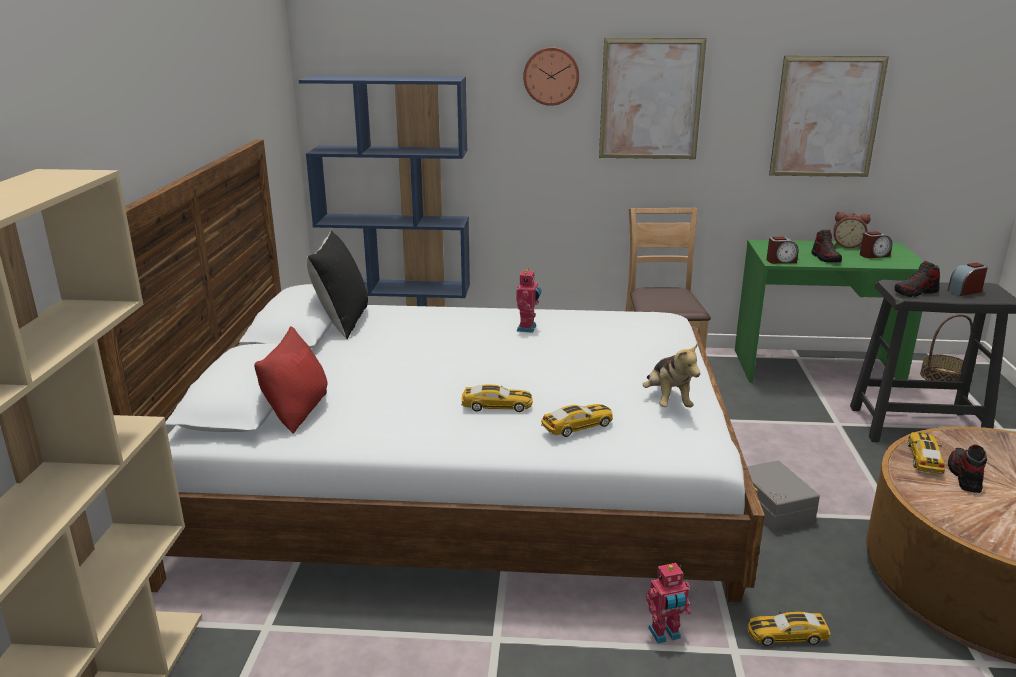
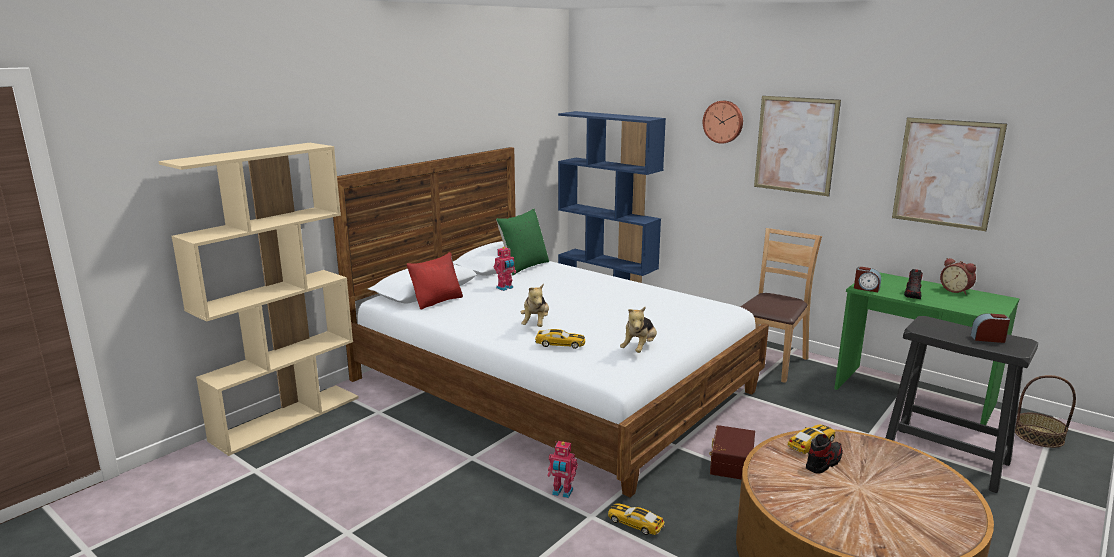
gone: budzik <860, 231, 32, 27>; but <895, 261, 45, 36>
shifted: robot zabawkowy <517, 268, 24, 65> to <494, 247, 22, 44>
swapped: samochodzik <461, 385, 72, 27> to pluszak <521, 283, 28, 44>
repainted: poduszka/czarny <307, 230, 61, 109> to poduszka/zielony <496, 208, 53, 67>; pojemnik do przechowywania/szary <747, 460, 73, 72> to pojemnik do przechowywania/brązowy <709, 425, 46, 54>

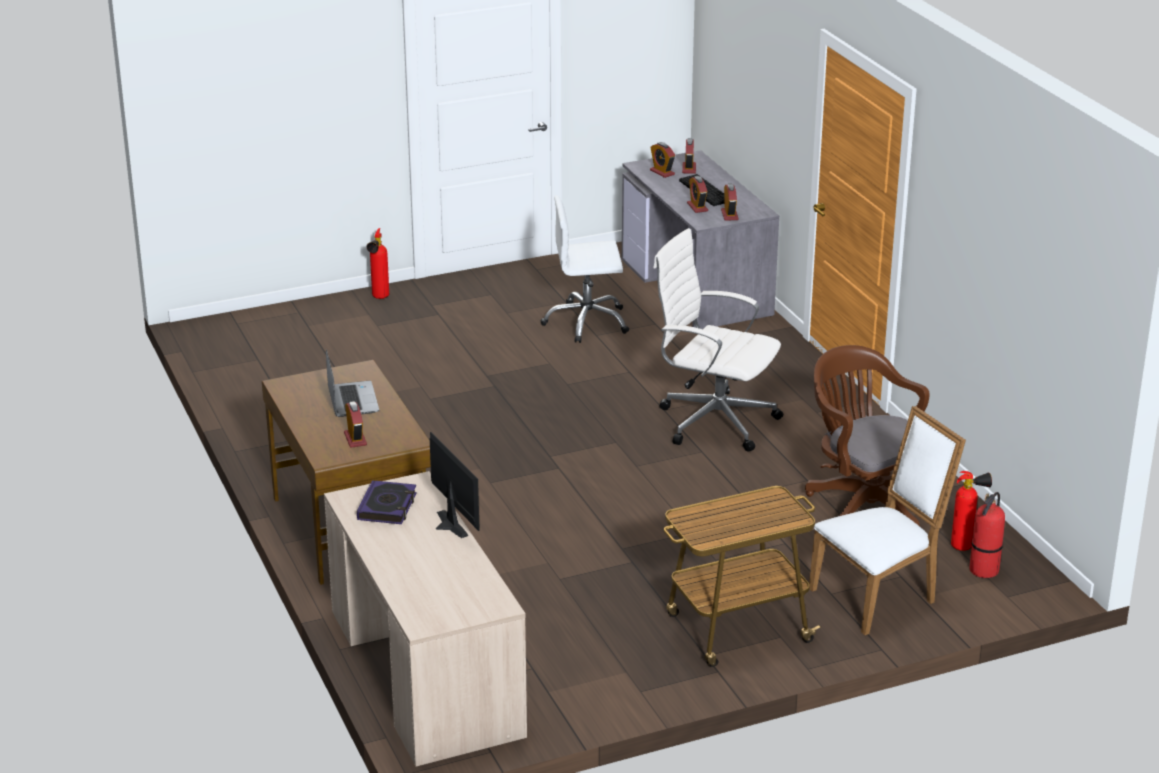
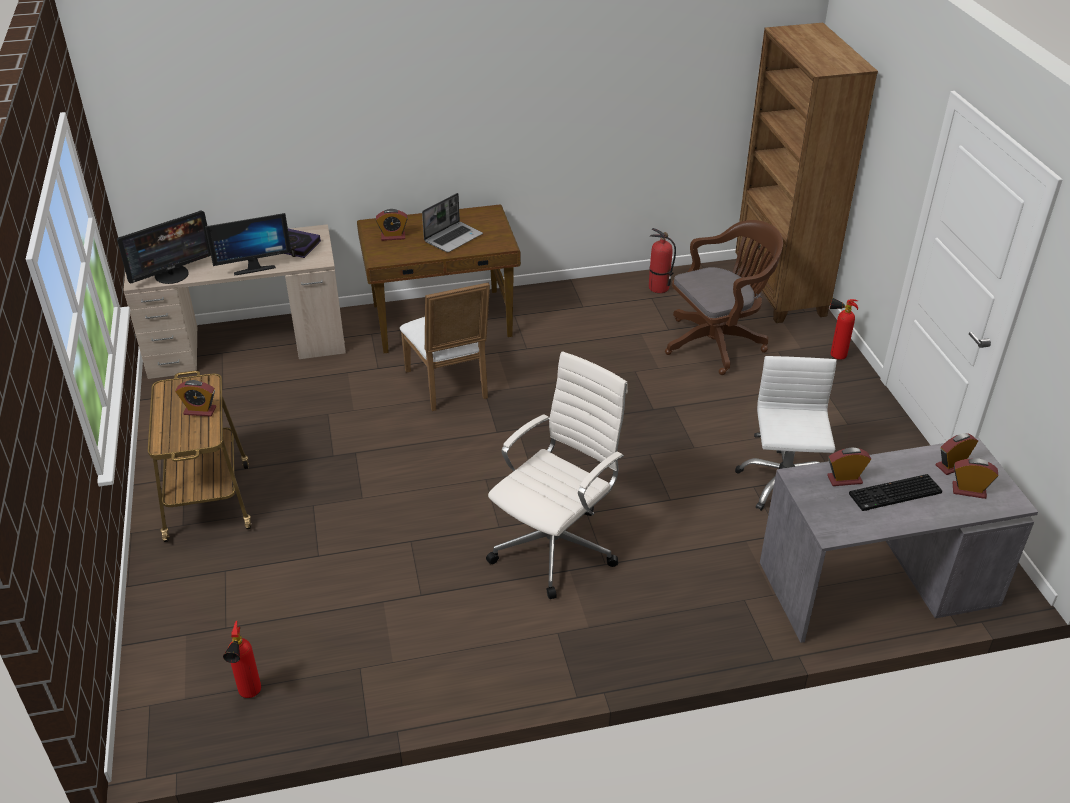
new: monitor <117, 210, 94, 74>; regał/brązowy <735, 23, 143, 300>
shifted: budzik <721, 183, 18, 38> to <175, 380, 41, 37>; krzesło biurowe/brązowy <805, 345, 125, 181> to <665, 220, 118, 155>; krzesło/biały <809, 406, 157, 229> to <400, 282, 90, 129>; gaśnica <969, 492, 36, 86> to <649, 228, 27, 65>
rotated: laptop <326, 349, 53, 68> = <422, 193, 61, 59> 45 degrees counterclockwise

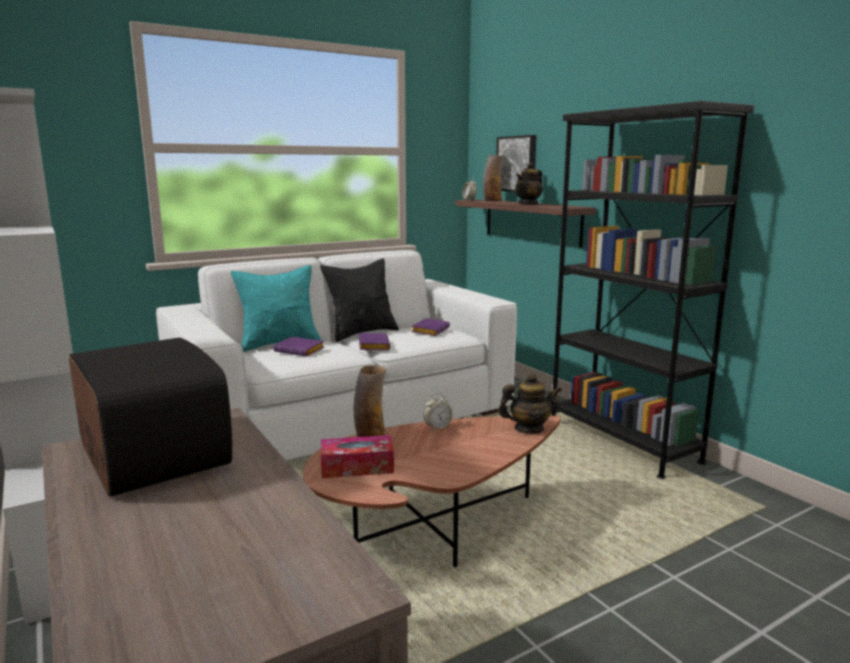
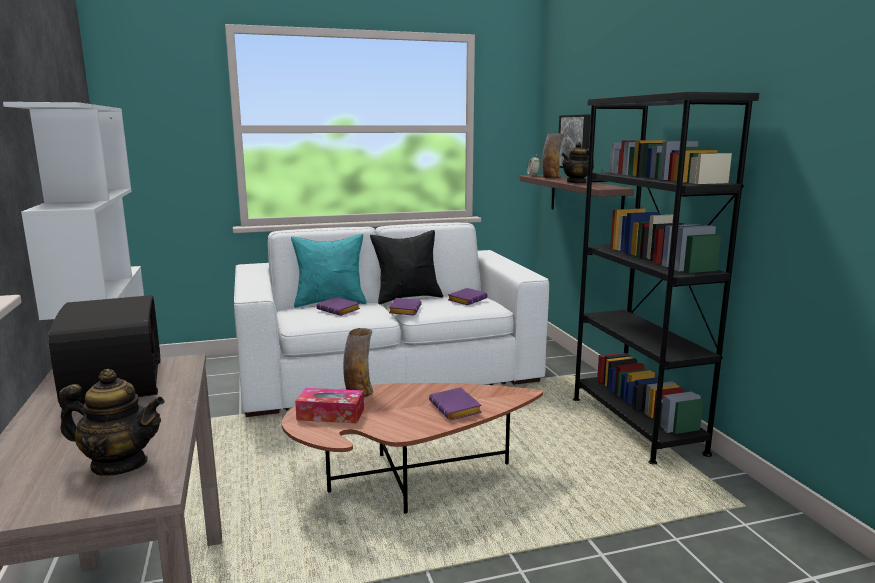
gone: budzik <423, 393, 30, 38>
new: książka/fioletowy <429, 387, 53, 34>
shifted: imbryk <498, 373, 64, 61> to <59, 369, 106, 107>

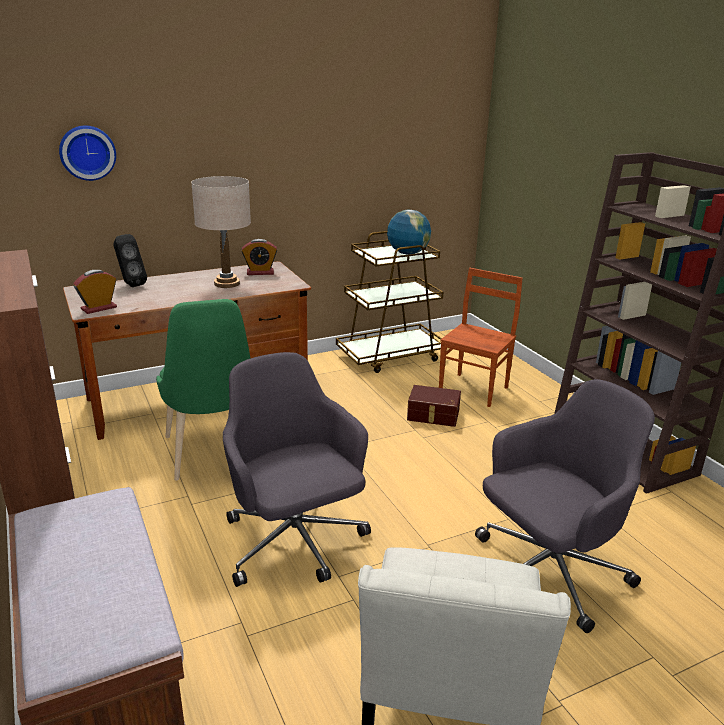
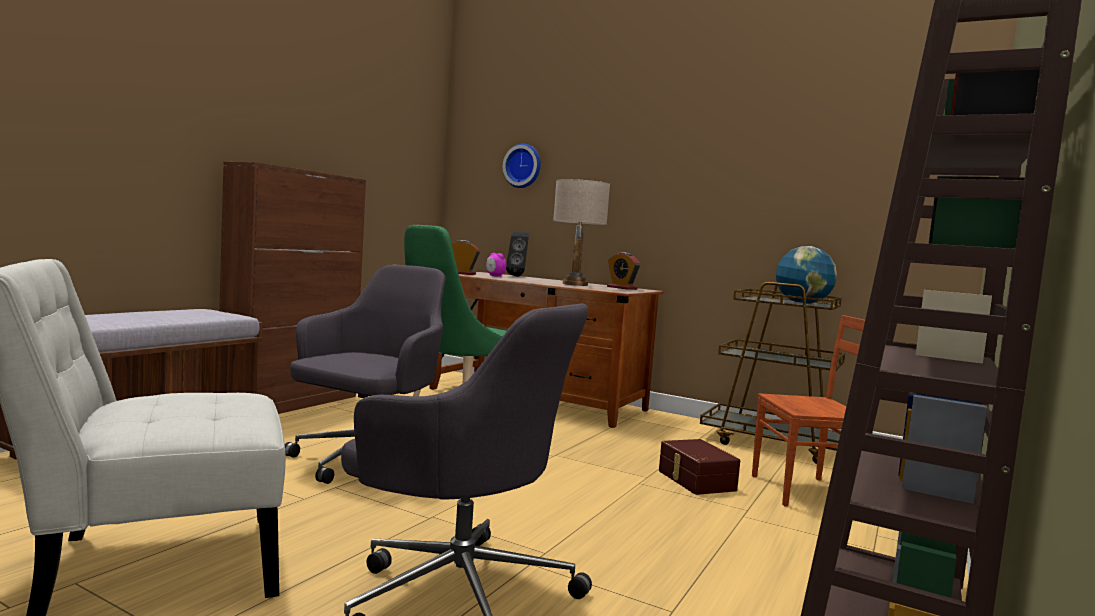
new: budzik <486, 253, 20, 24>

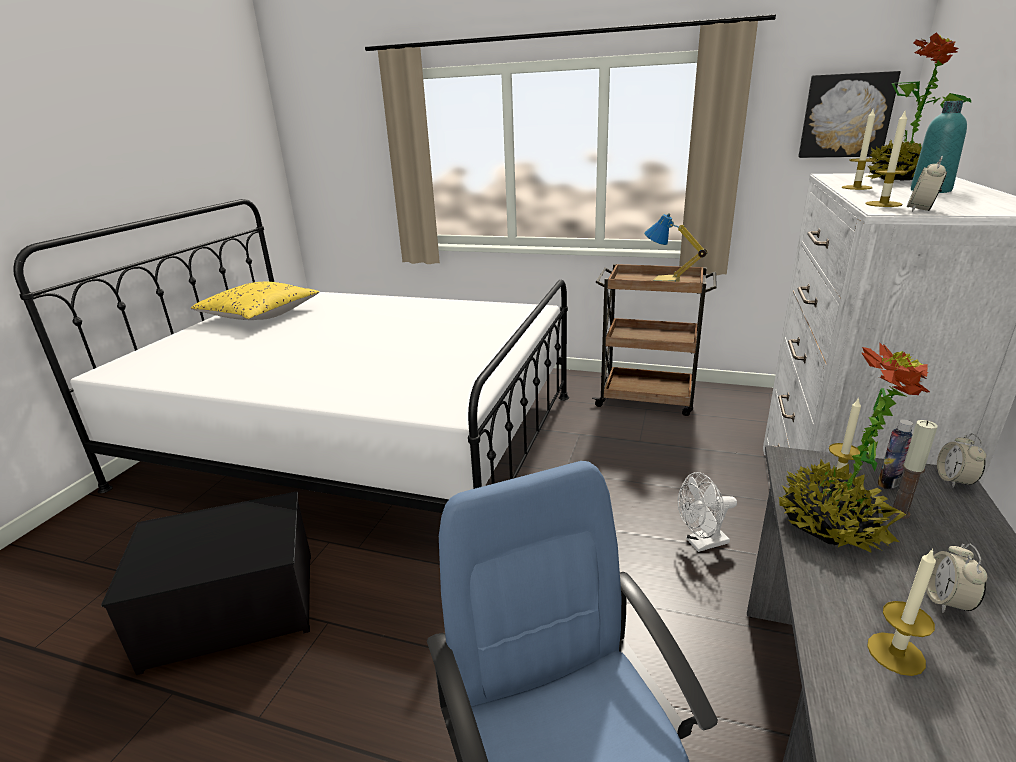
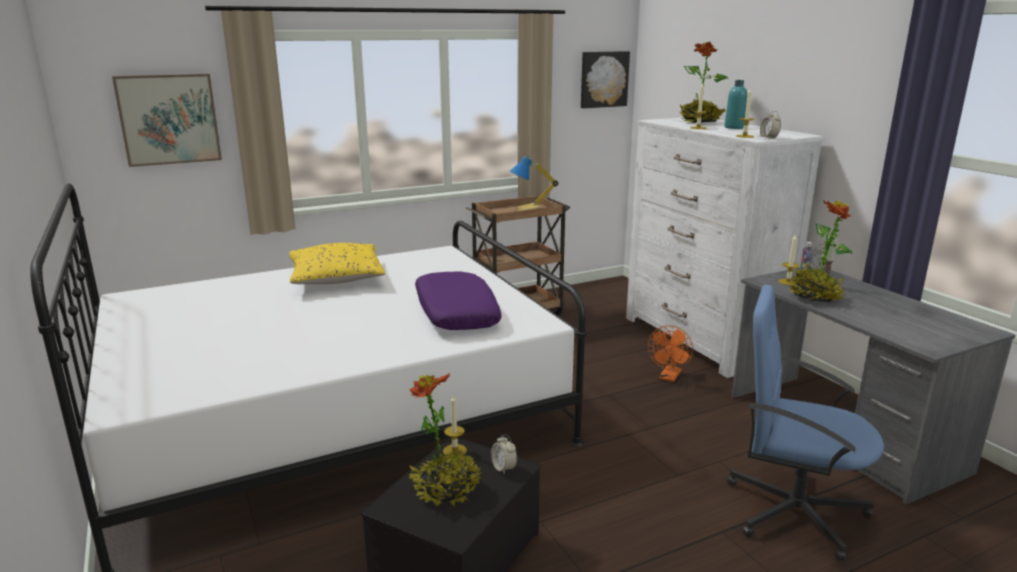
new: obraz <112, 74, 110, 93>; roślina doniczkowa <409, 373, 73, 133>; poduszka/fioletowy <415, 272, 87, 58>
shifted: poduszka/żółty <191, 282, 128, 38> to <289, 243, 96, 41>; świeca <867, 548, 69, 128> to <443, 395, 24, 60>; budzik <926, 544, 61, 69> to <491, 434, 26, 41>
repainted: wentylator/biały <678, 472, 59, 80> to wentylator/pomarańczowy <648, 325, 45, 57>

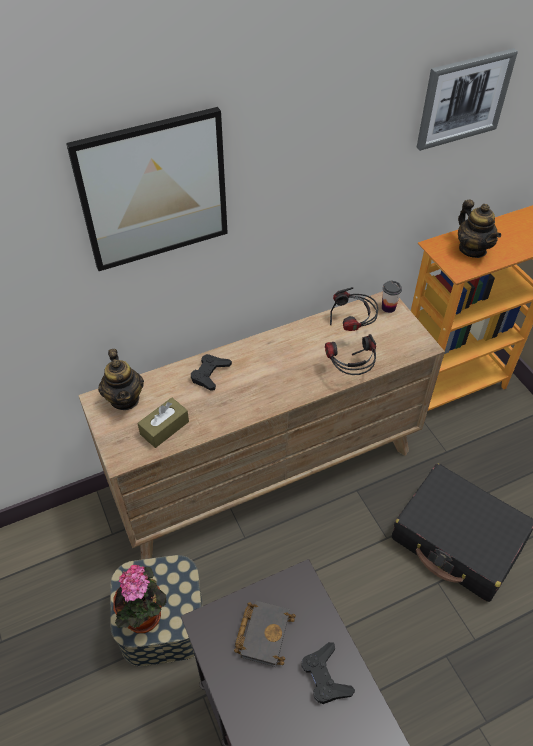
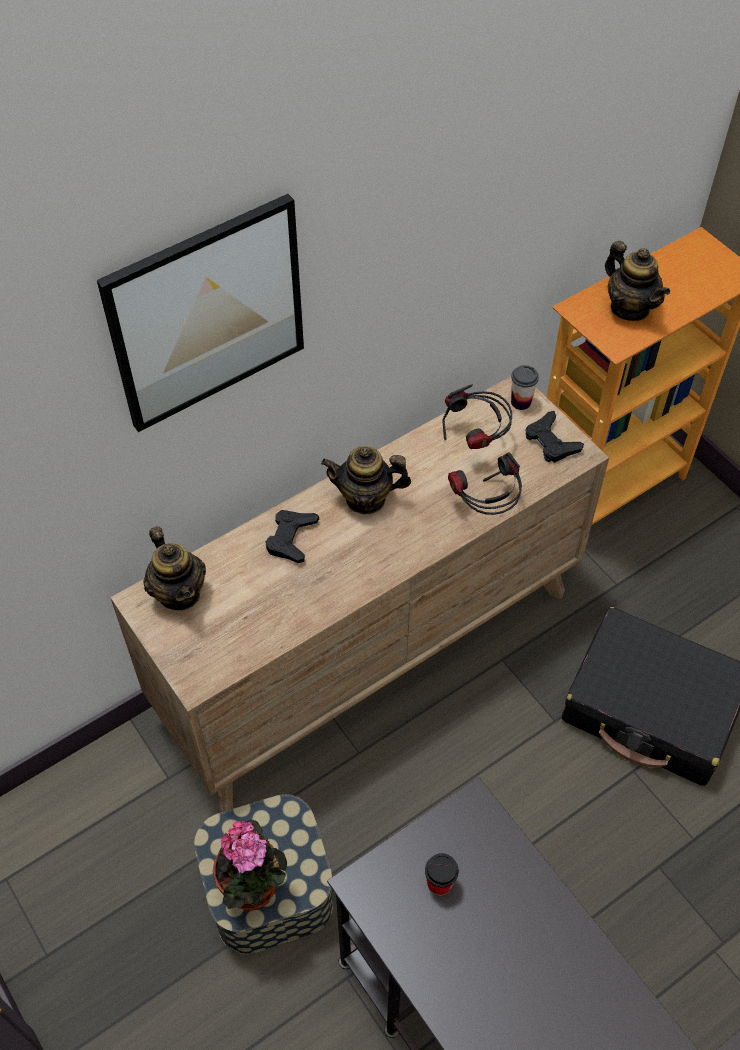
gone: pudełko chusteczek/brązowy <137, 397, 52, 51>; obraz <416, 48, 102, 103>
new: imbryk <321, 446, 90, 68>
shifted: pad do gier/czarny <301, 642, 54, 62> to <525, 411, 59, 52>
swapped: książka/czarny <234, 600, 62, 67> to filiżanka <425, 853, 34, 43>

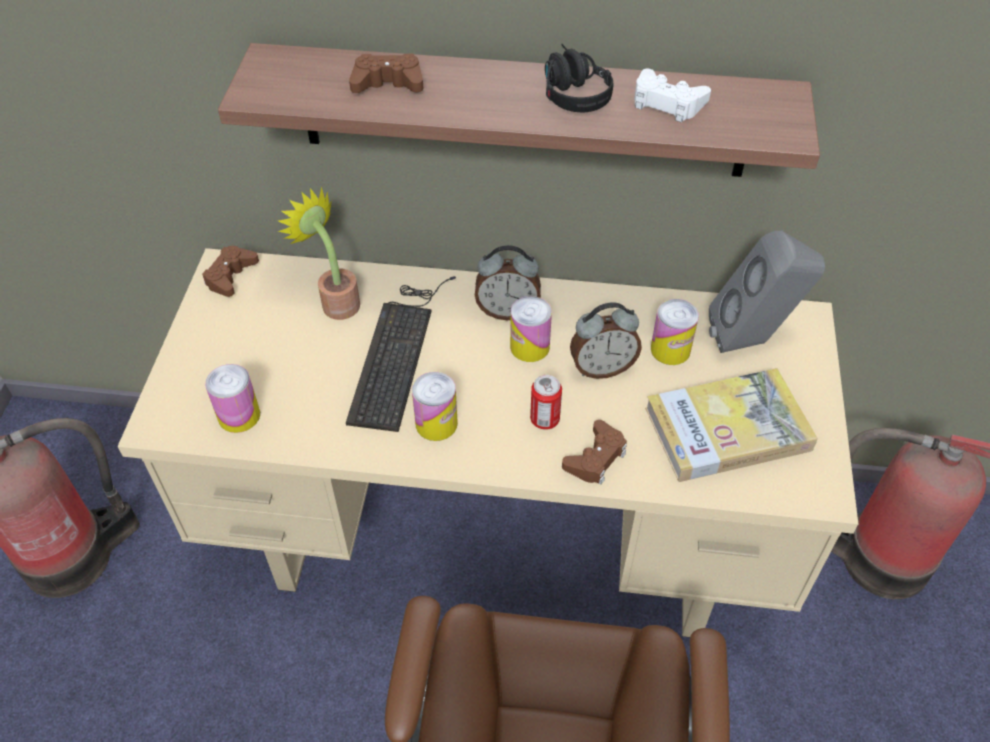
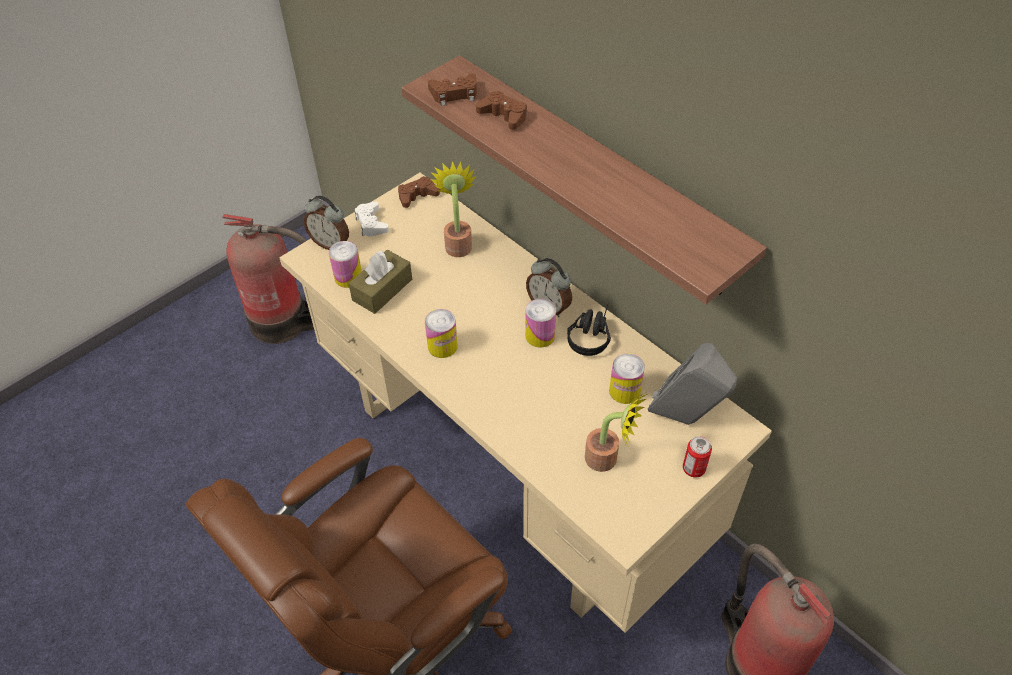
gone: klawiatura <346, 276, 110, 156>
new: pudełko chusteczek/brązowy <349, 250, 63, 64>
shifted: puszka <530, 375, 32, 55> to <683, 436, 29, 42>; słuchawki/czarny <545, 44, 68, 68> to <567, 305, 44, 51>; pad do gier/brązowy <562, 420, 65, 64> to <428, 73, 49, 33>; budzik <570, 302, 72, 77> to <304, 195, 45, 55>; pad do gier/biały <634, 69, 77, 54> to <354, 201, 35, 36>
swapped: książka <645, 368, 173, 114> to roślina doniczkowa <585, 393, 62, 79>

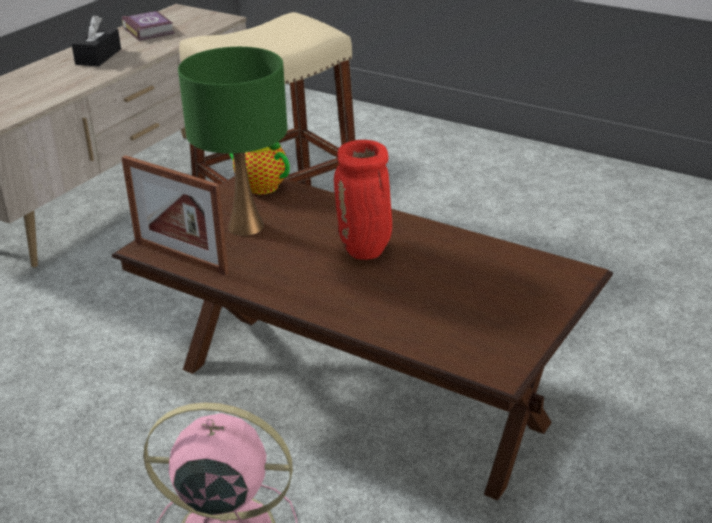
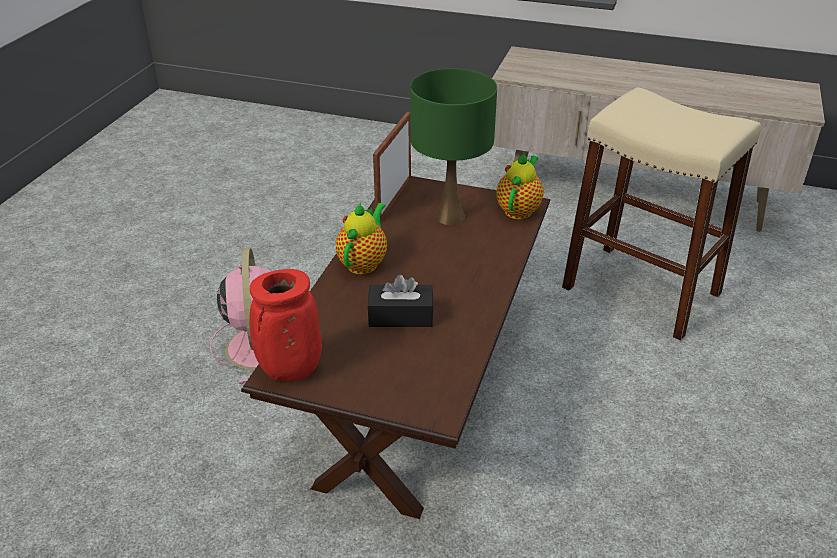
gone: książka <122, 11, 53, 30>
new: imbryk <336, 202, 51, 72>
shifted: pudełko chusteczek/czarny <72, 15, 49, 51> to <367, 275, 67, 52>; wazon/czerwony <334, 140, 58, 120> to <249, 269, 73, 112>

